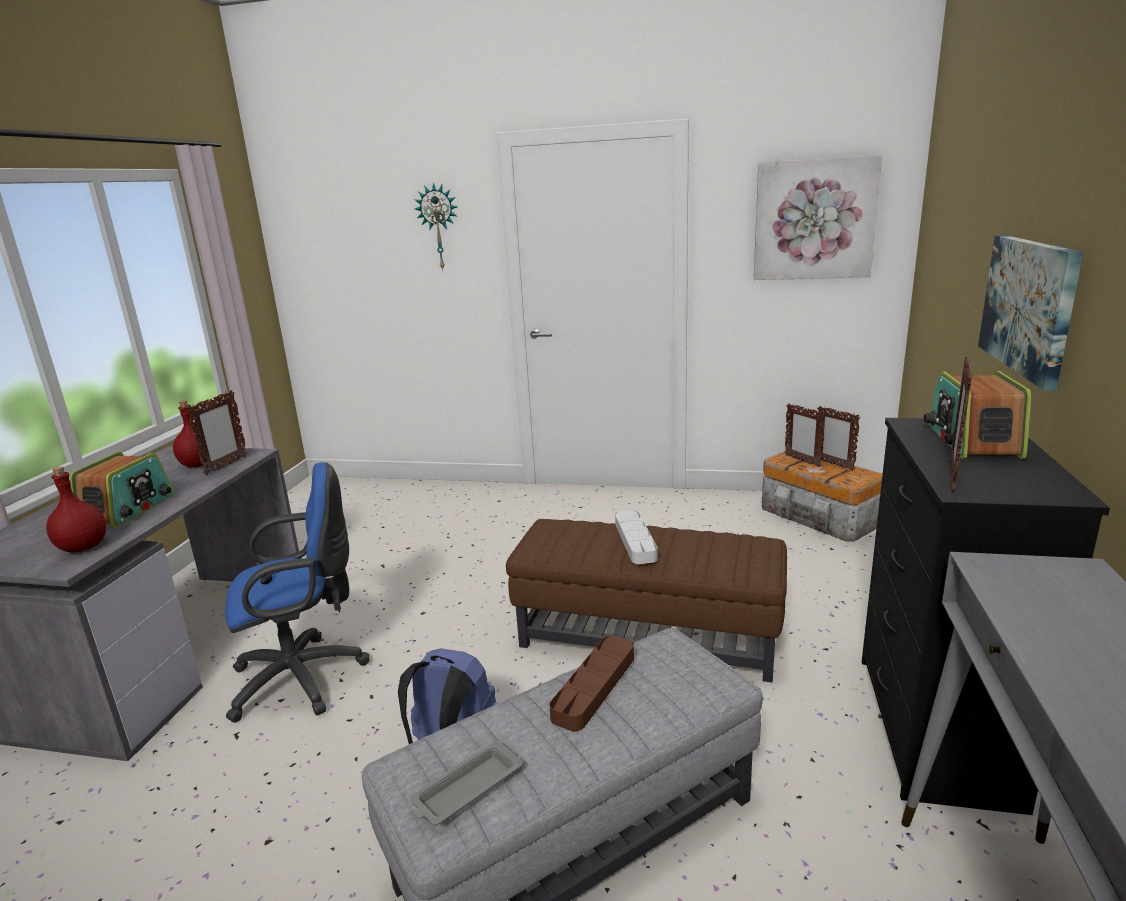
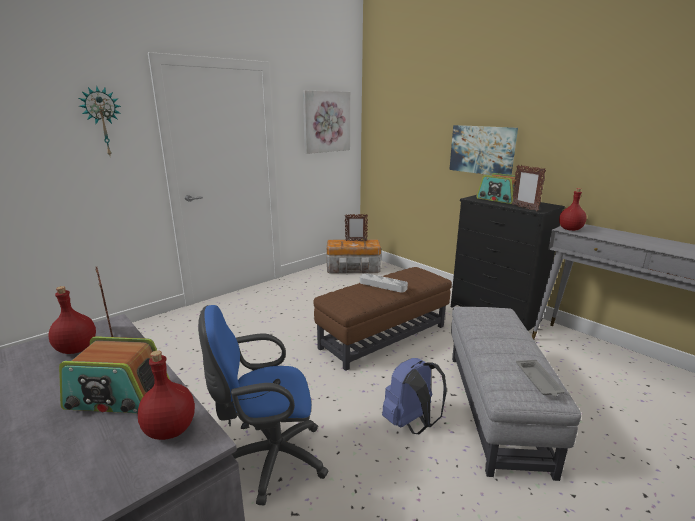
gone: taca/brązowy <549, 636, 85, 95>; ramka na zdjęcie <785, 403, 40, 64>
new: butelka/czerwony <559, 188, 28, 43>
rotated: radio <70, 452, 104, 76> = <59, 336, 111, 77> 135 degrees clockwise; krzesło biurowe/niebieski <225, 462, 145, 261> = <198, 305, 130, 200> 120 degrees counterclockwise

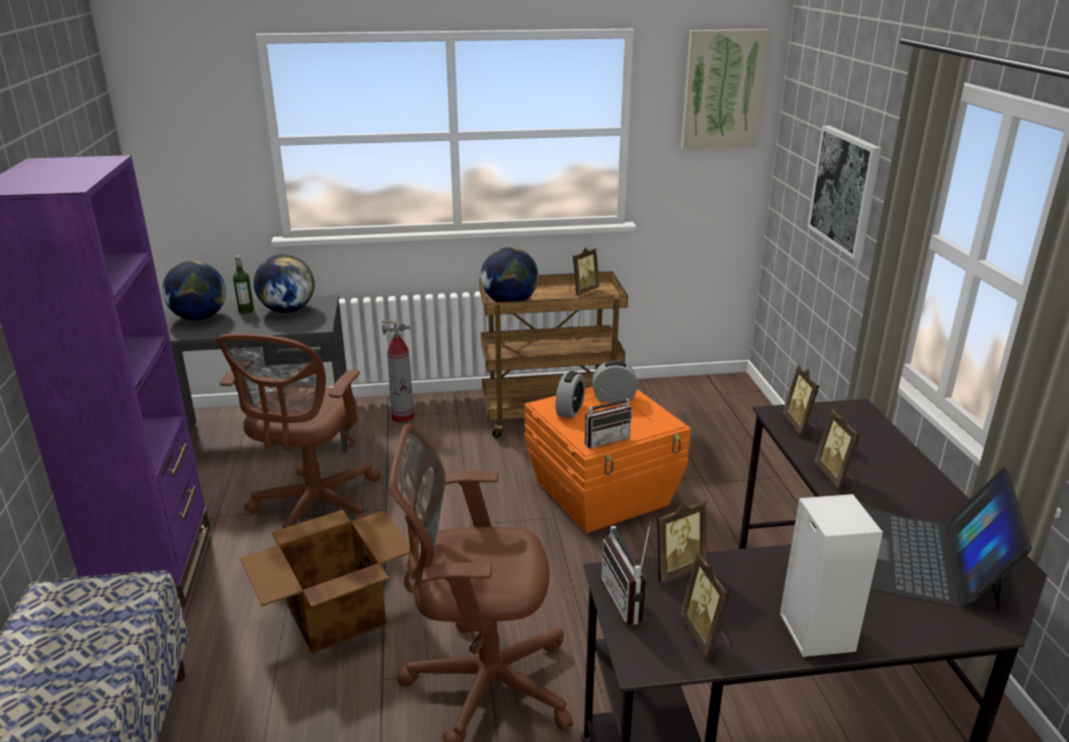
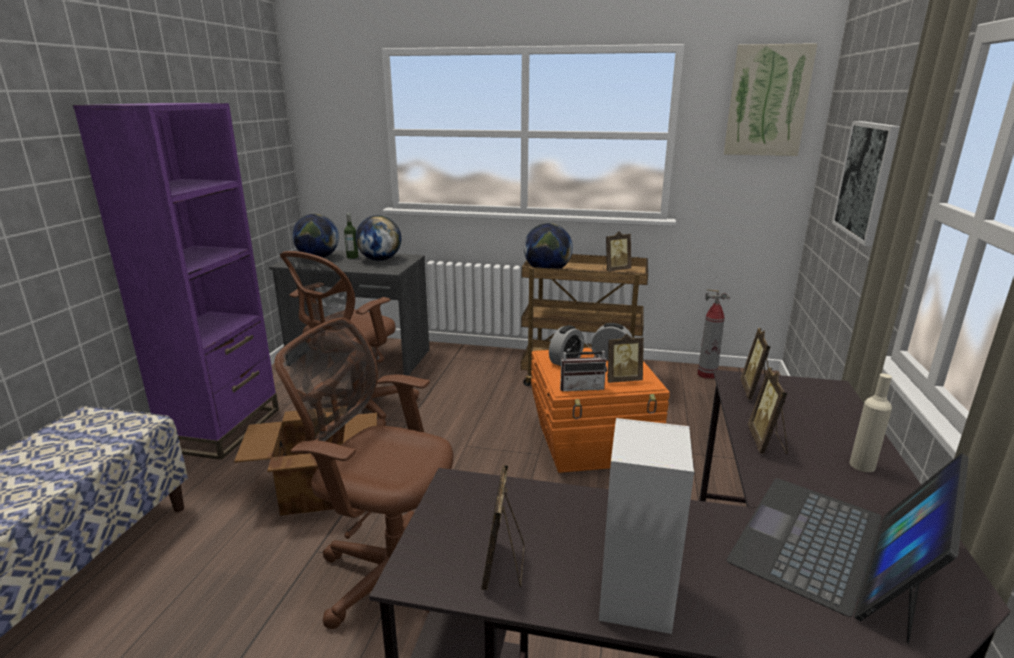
gone: radio <601, 522, 50, 103>
new: butelka/beżowy <849, 373, 43, 99>
shifted: gaśnica <382, 321, 32, 102> to <698, 289, 32, 90>; ramka na zdjęcie <650, 500, 58, 83> to <607, 334, 37, 49>

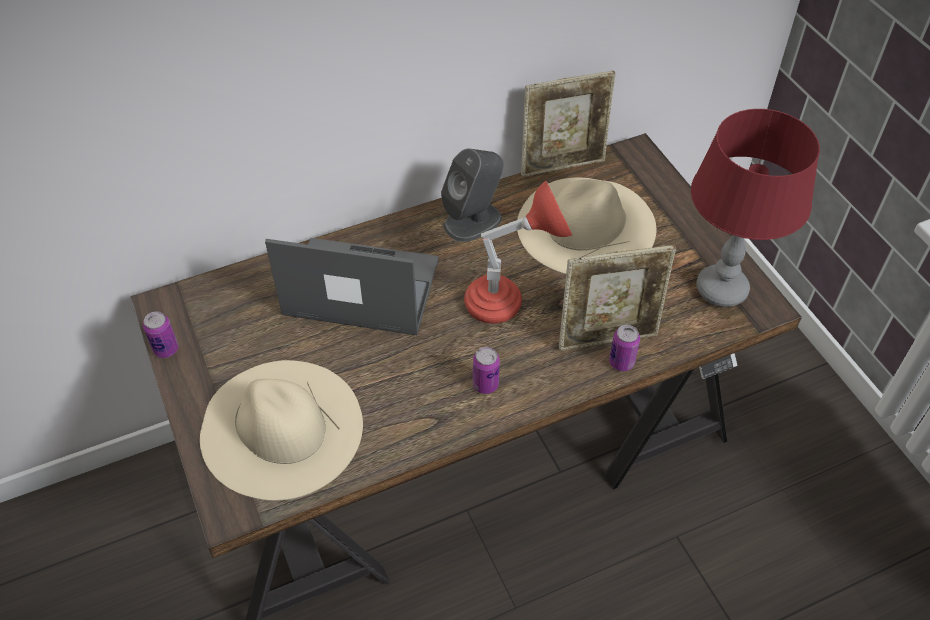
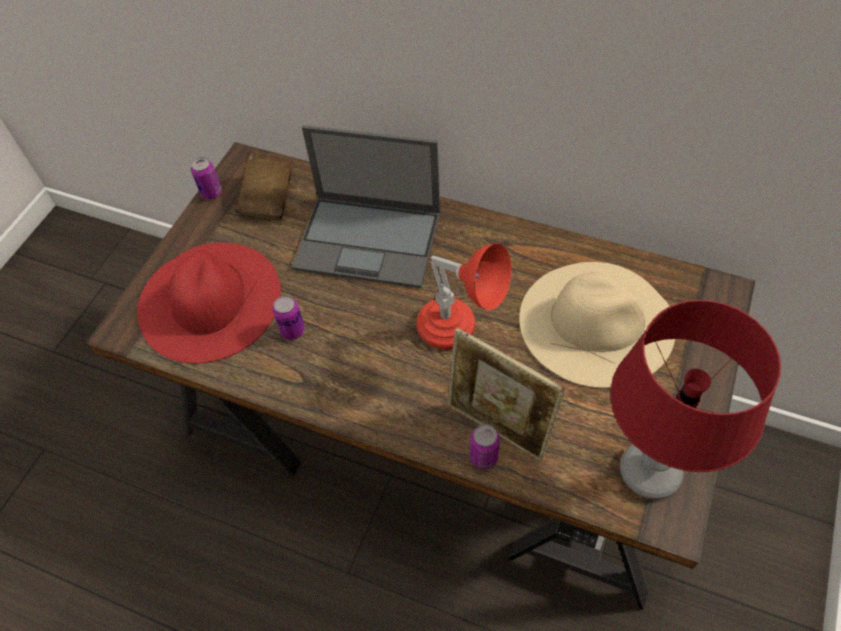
gone: głośnik/szary <441, 149, 62, 93>; ramka na zdjęcie <521, 71, 95, 106>
new: książka/brązowy <235, 151, 58, 69>
shifted: puszka <473, 347, 27, 47> to <273, 296, 32, 44>
repainted: kapelusz/beżowy <200, 360, 163, 141> to kapelusz/czerwony <137, 242, 144, 122>
rotated: laptop <265, 238, 174, 97> = <292, 125, 148, 163> 135 degrees clockwise

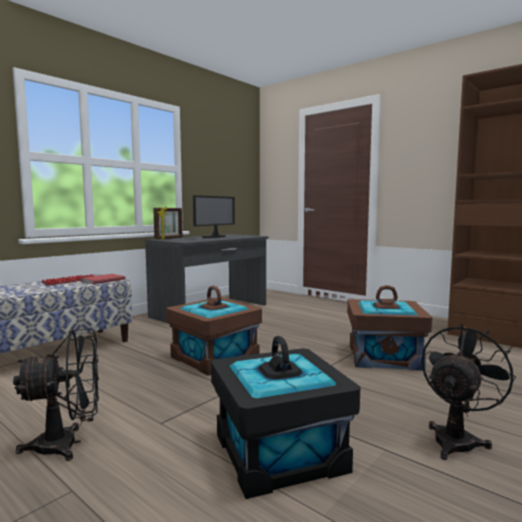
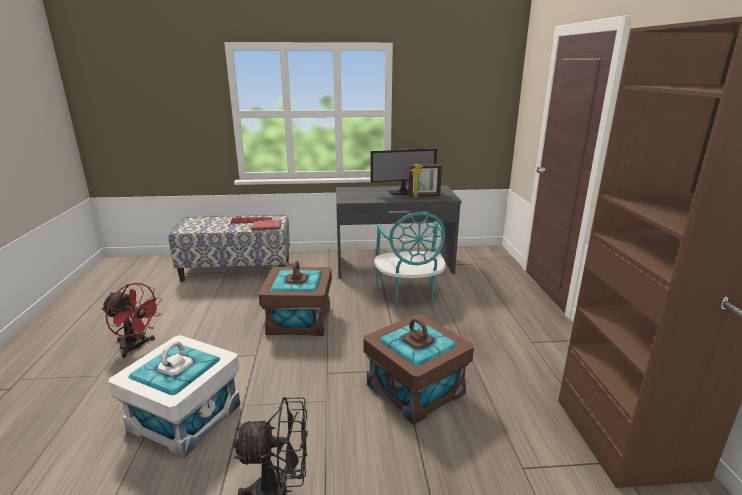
new: krzesło/turkusowy <374, 212, 71, 97>
shifted: ramka na zdjęcie <153, 207, 29, 32> to <409, 164, 33, 33>
repainted: wentylator/czarny <13, 329, 86, 132> to wentylator/czerwony <101, 283, 61, 75>; pojemnik do przechowywania/czarny <211, 336, 149, 163> to pojemnik do przechowywania/biały <108, 335, 133, 123>

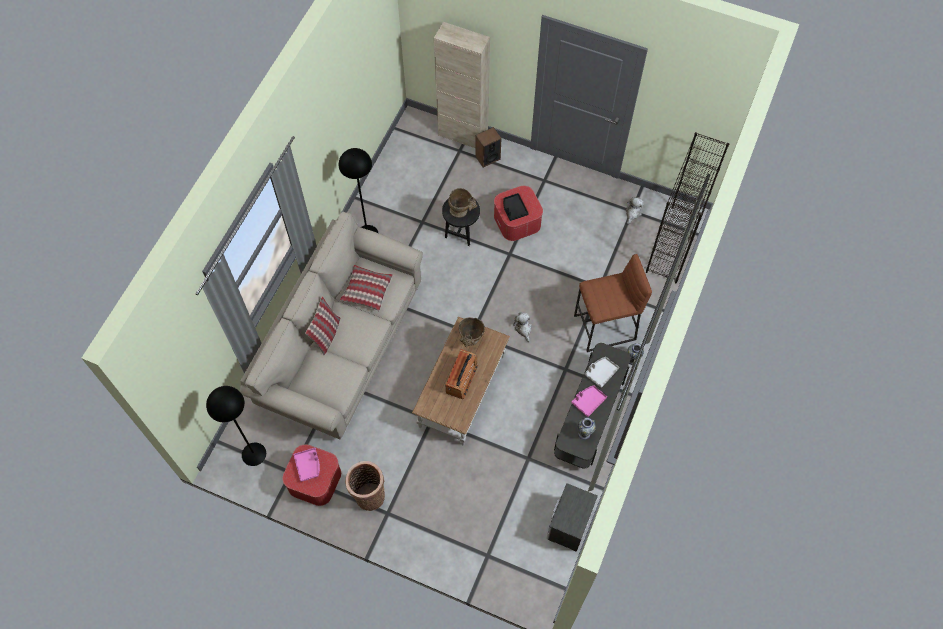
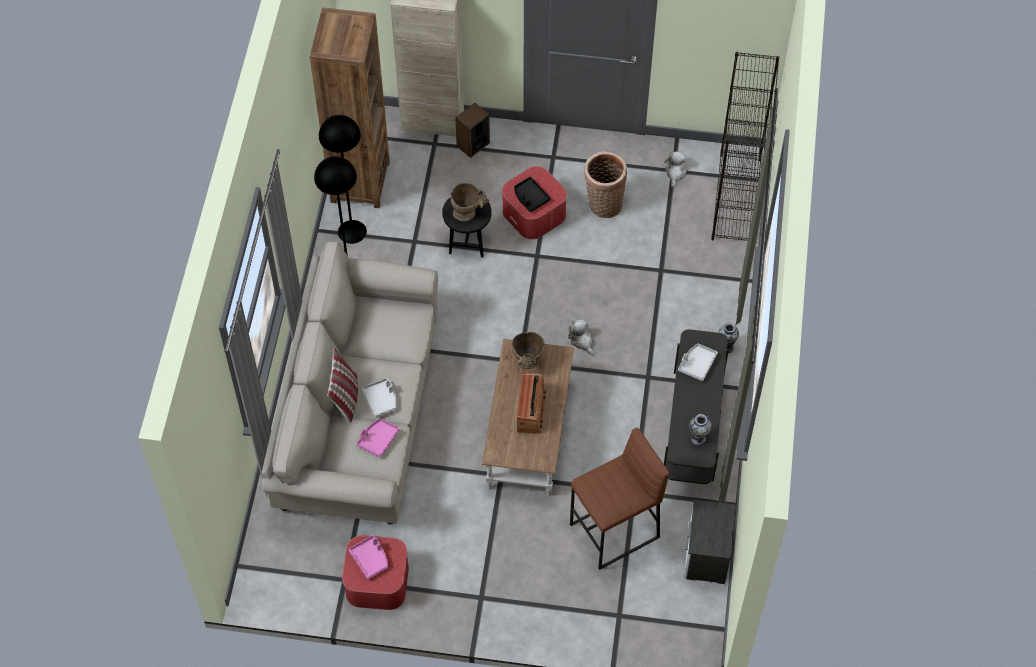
gone: poduszka <340, 265, 53, 46>
new: regał/brązowy <310, 8, 80, 200>; taca/szary <362, 378, 35, 40>
shifted: lampa stojąca/czarny <206, 386, 60, 80> to <319, 115, 48, 129>; koszyk <345, 461, 40, 50> to <584, 151, 43, 67>; taca/różowy <571, 385, 36, 32> to <356, 418, 43, 40>; stołek/brązowy <574, 254, 78, 98> to <570, 427, 99, 143>

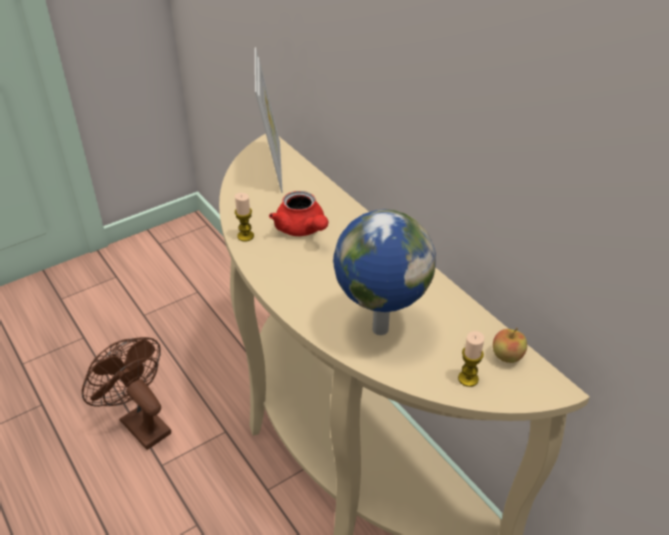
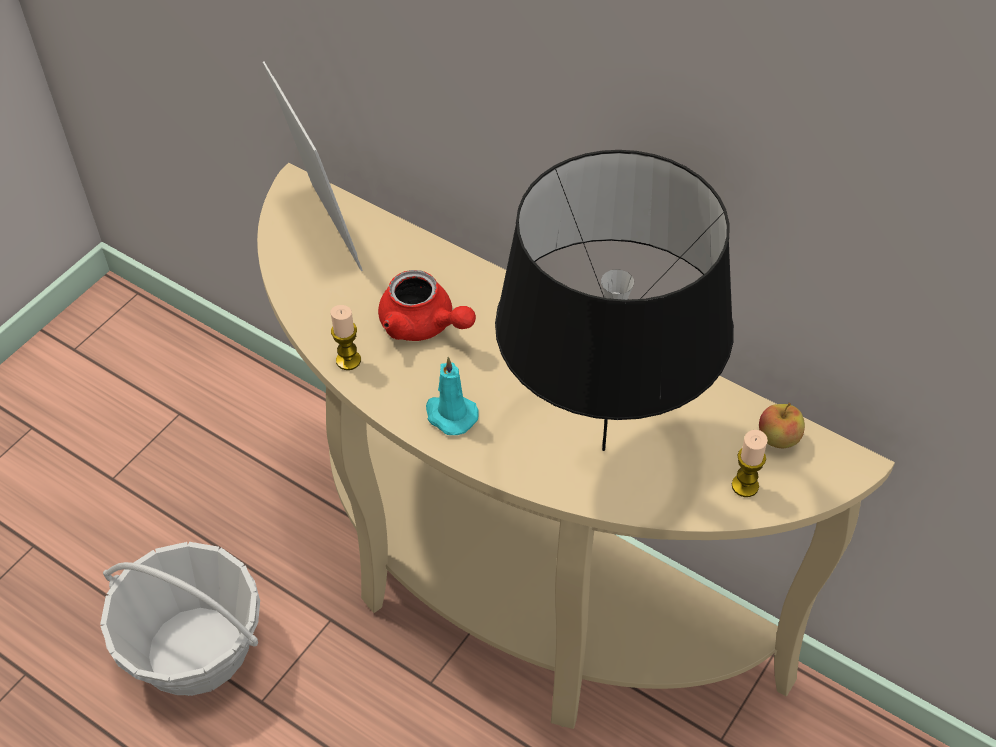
new: świeca/turkusowy <426, 357, 53, 78>
swapped: wentylator/brązowy <82, 337, 89, 113> to koszyk <100, 542, 160, 154>; globus <333, 209, 103, 126> to lampa stołowa/czarny <495, 150, 239, 301>

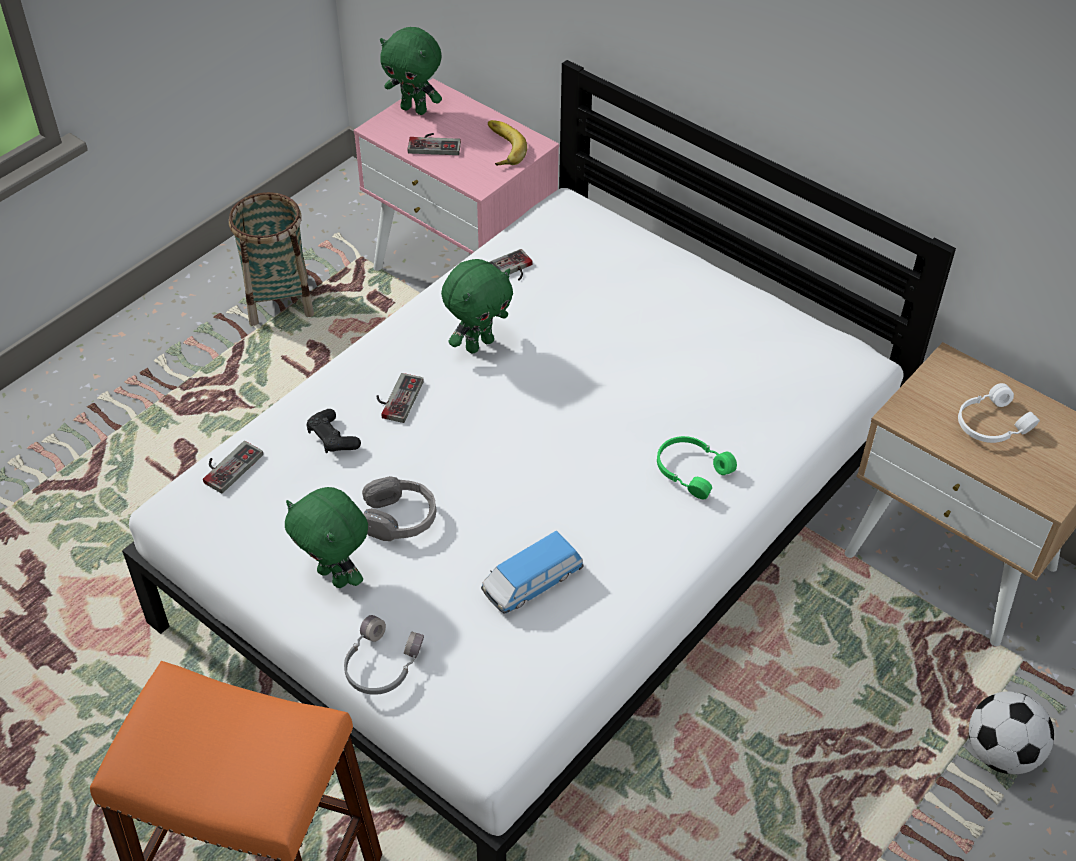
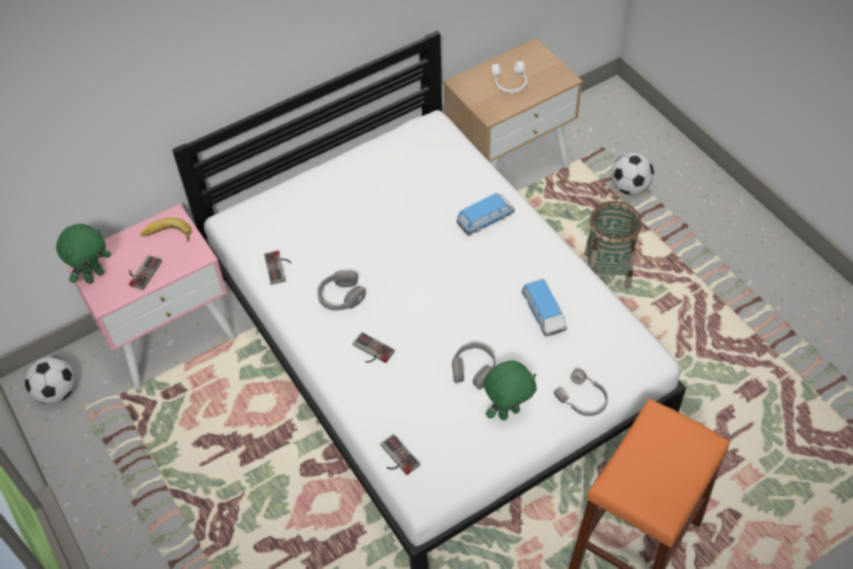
gone: pad do gier/czarny <306, 409, 55, 44>
new: piłka futbolowa <25, 357, 50, 47>
shifted: koszyk <229, 192, 85, 134> to <585, 201, 57, 88>
swapped: pluszak/zielony <441, 259, 72, 95> to słuchawki/szary <317, 270, 49, 41>; słuchawki/zielony <657, 436, 80, 63> to samochodzik <456, 193, 59, 43>

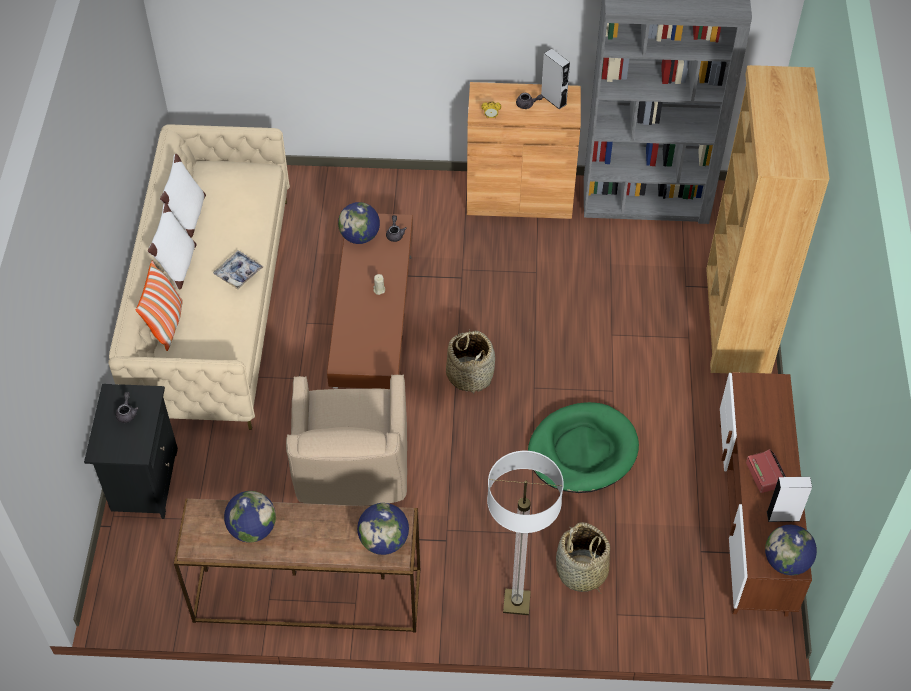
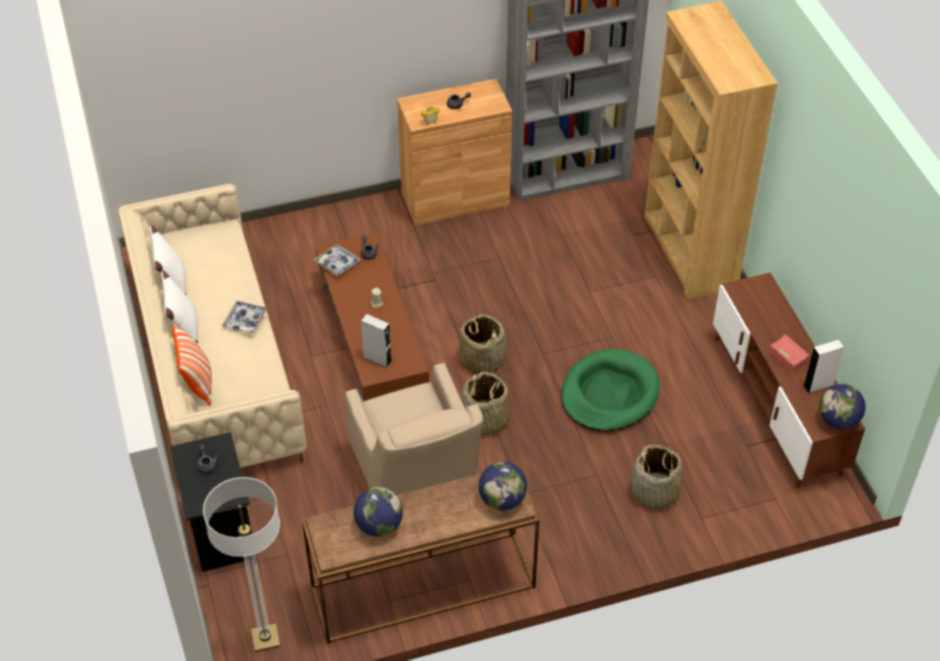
new: koszyk <461, 372, 48, 63>
shifted: lampa stojąca <487, 451, 77, 164> to <203, 477, 77, 175>; głośnik/szary <541, 48, 29, 61> to <361, 314, 31, 54>
swapped: globus <338, 202, 42, 42> to taca <314, 244, 47, 33>

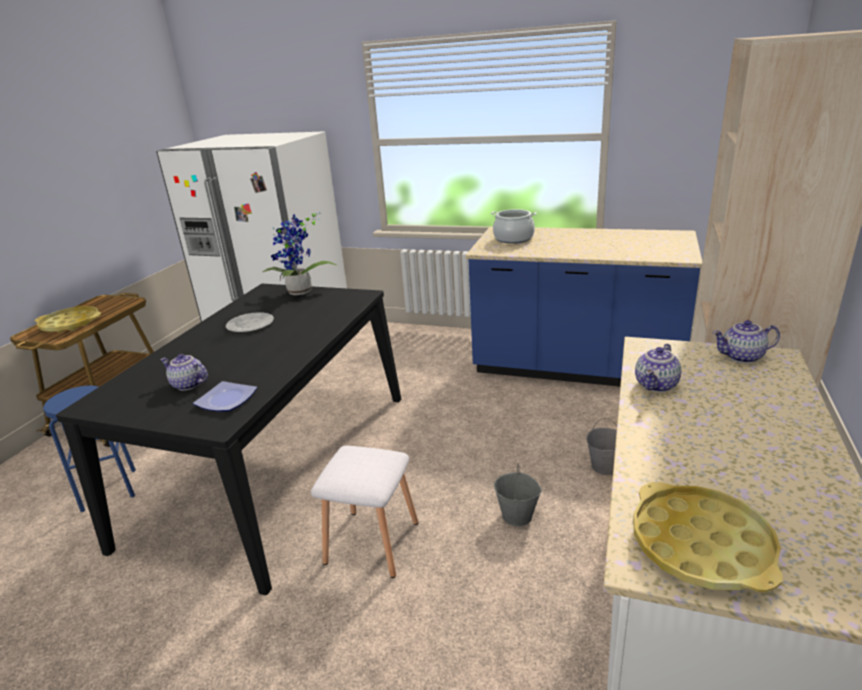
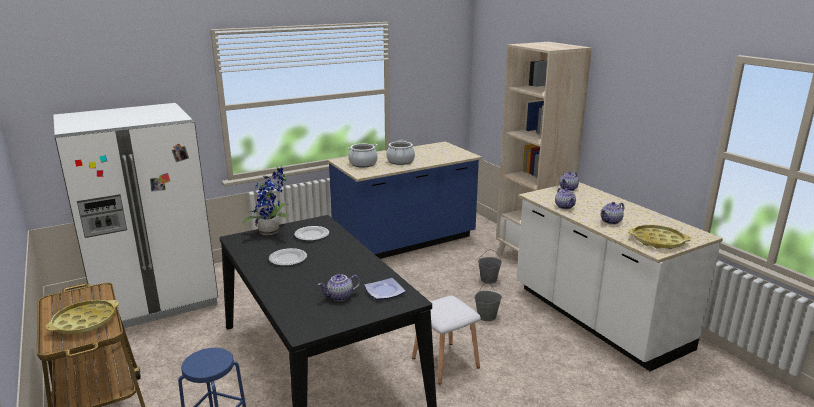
new: talerz <294, 226, 35, 15>; garnek <386, 140, 29, 25>; imbryk <601, 202, 23, 22>

